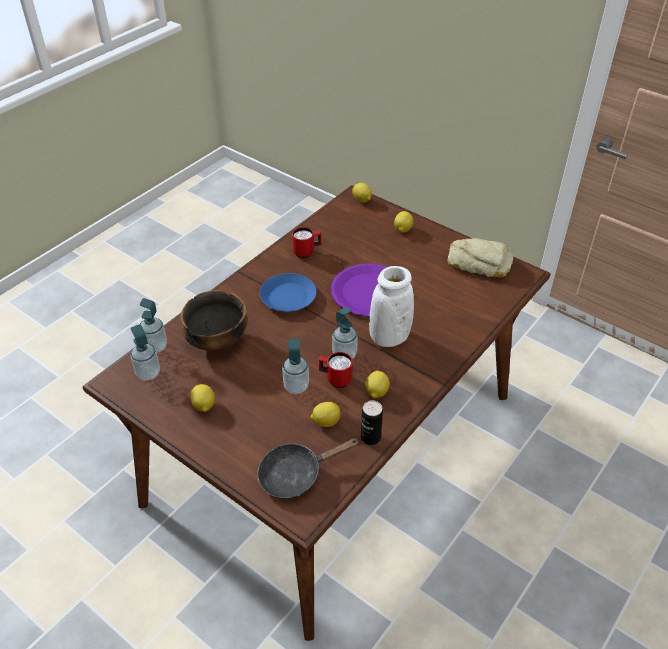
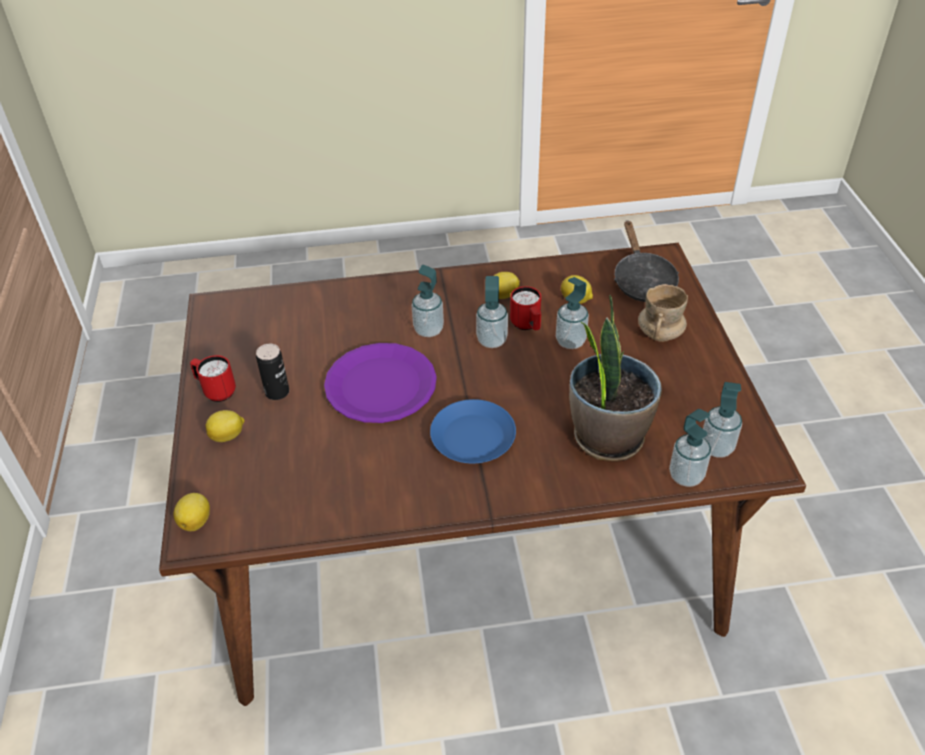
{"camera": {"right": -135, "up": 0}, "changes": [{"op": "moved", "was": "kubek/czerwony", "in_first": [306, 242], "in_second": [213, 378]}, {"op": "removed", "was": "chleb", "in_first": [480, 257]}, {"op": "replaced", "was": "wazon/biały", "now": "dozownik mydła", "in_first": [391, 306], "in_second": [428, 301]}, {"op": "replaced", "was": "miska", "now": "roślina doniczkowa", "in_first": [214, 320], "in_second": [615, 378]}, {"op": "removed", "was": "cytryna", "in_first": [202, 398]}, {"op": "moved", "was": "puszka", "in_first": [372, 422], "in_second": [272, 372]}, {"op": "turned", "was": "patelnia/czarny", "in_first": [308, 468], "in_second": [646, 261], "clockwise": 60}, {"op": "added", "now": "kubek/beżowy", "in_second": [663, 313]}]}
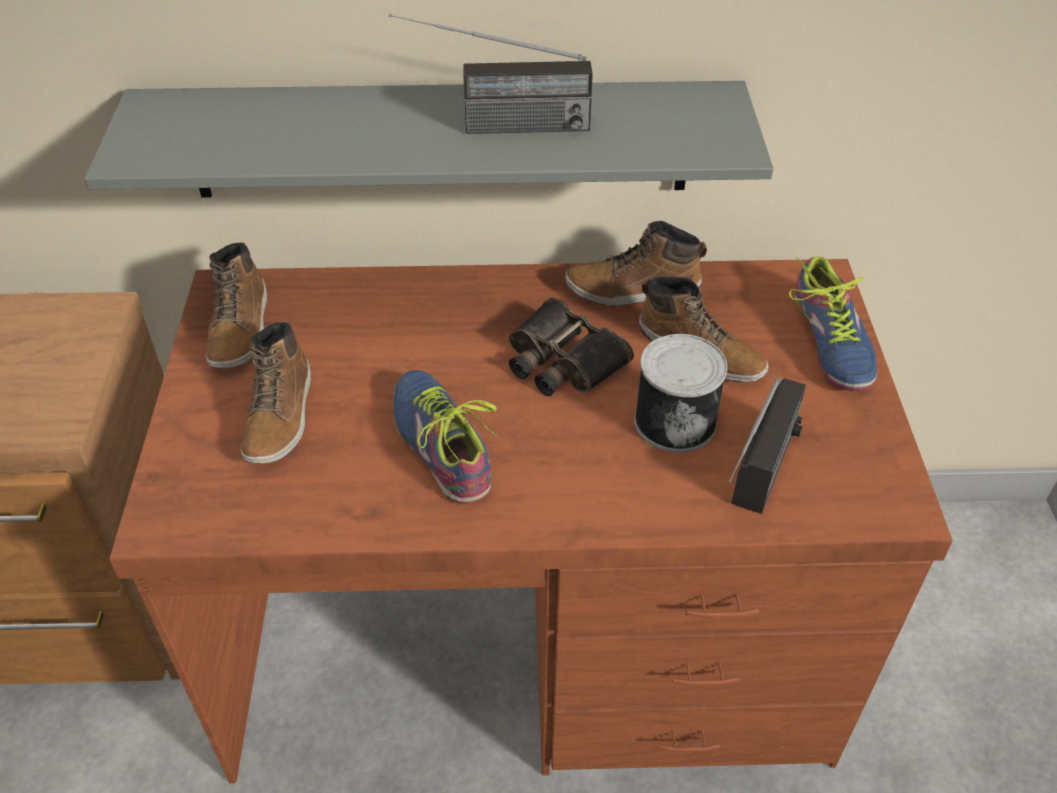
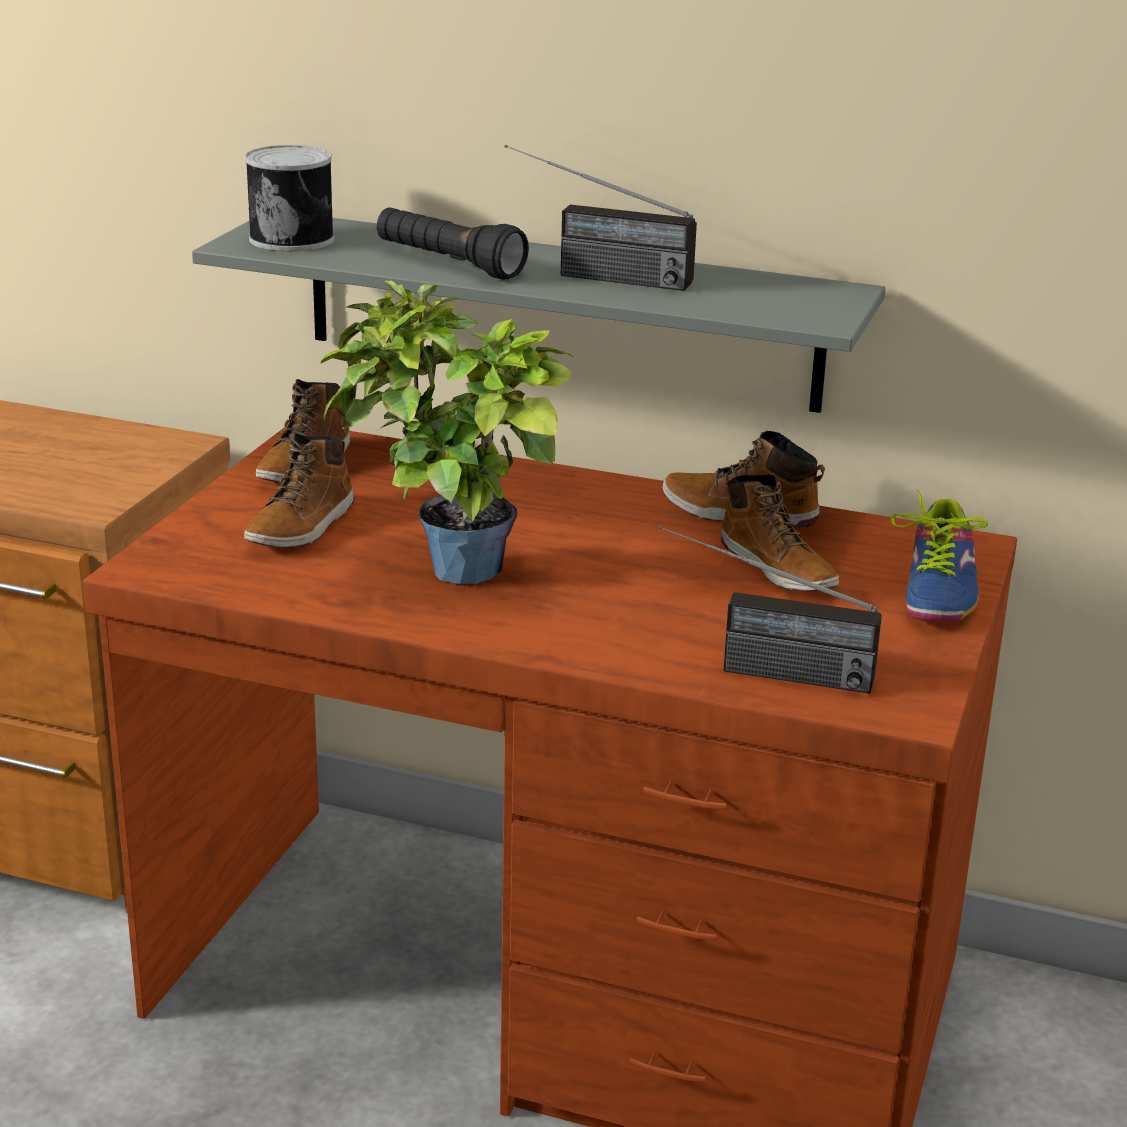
{"camera": {"right": 20, "up": -20}, "changes": [{"op": "removed", "was": "lornetka", "in_first": [571, 347]}, {"op": "moved", "was": "puszka", "in_first": [680, 393], "in_second": [289, 198]}, {"op": "replaced", "was": "but", "now": "roślina doniczkowa", "in_first": [445, 437], "in_second": [447, 432]}, {"op": "turned", "was": "radio", "in_first": [767, 446], "in_second": [770, 609], "clockwise": 60}, {"op": "added", "now": "latarka/czarny", "in_second": [453, 244]}]}
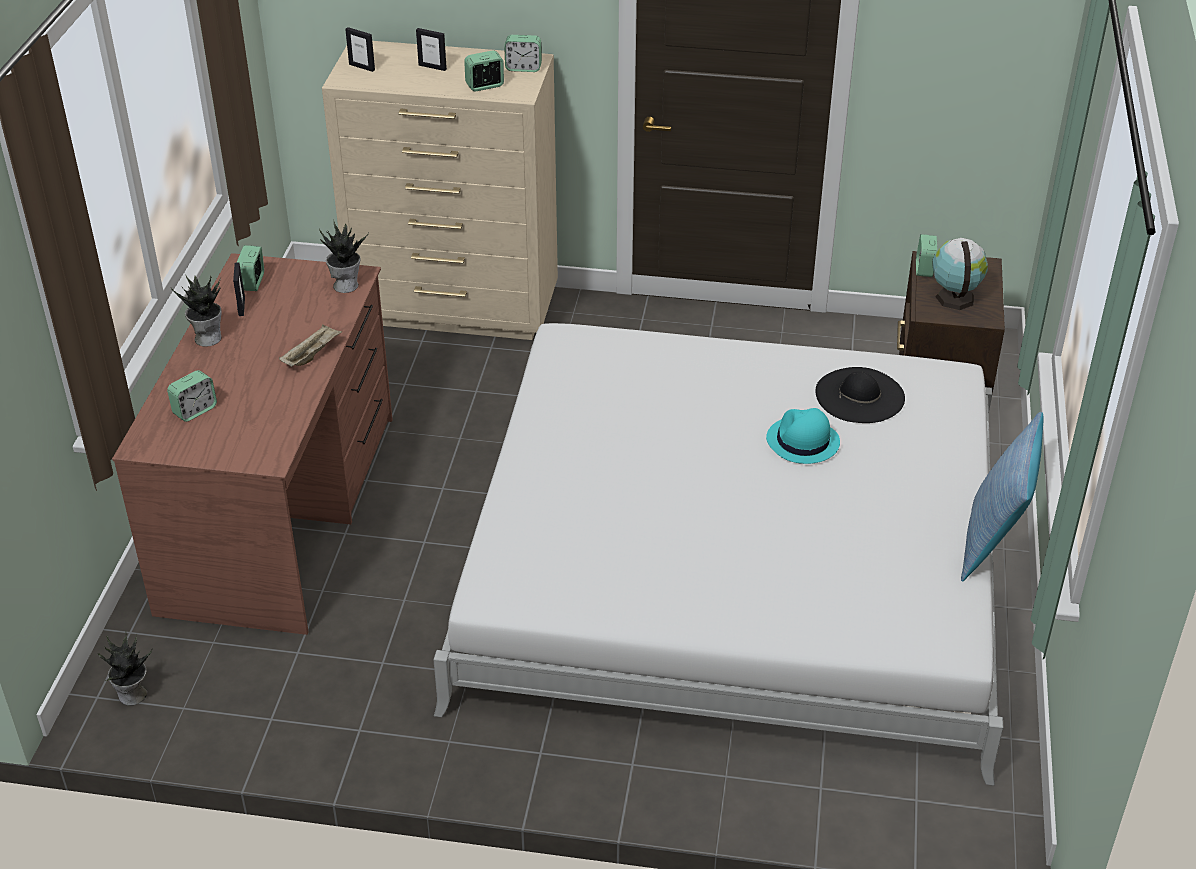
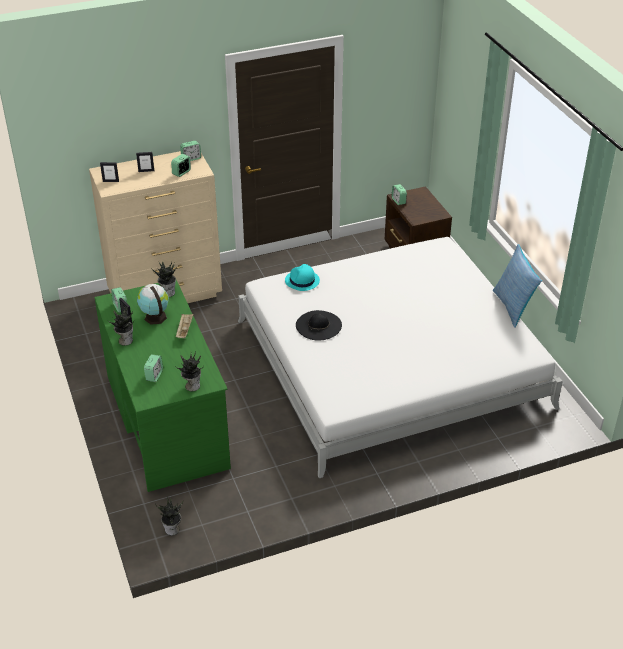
{"camera": {"right": -30, "up": 0}, "changes": [{"op": "moved", "was": "globus", "in_first": [960, 274], "in_second": [153, 304]}, {"op": "recoloured", "was": "biurko/brązowy", "now": "biurko/zielony", "in_first": [252, 444], "in_second": [162, 386]}, {"op": "moved", "was": "kapelusz/czarny", "in_first": [860, 395], "in_second": [319, 325]}, {"op": "moved", "was": "kapelusz/turkusowy", "in_first": [803, 436], "in_second": [302, 277]}, {"op": "added", "now": "roślina doniczkowa", "in_second": [189, 371]}]}
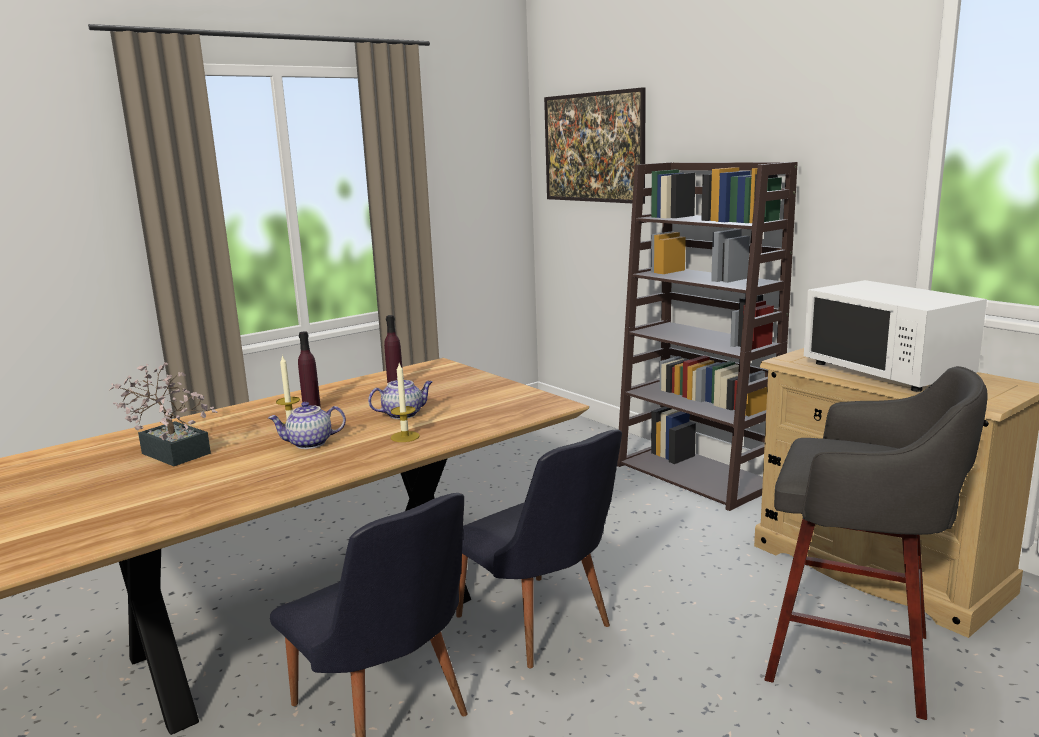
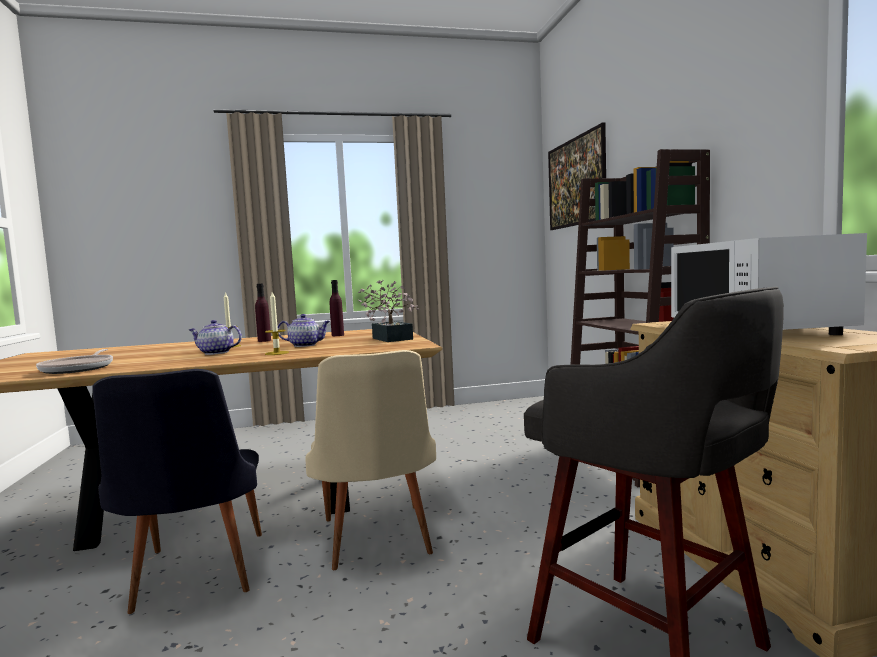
{"camera": {"right": 25, "up": -10}, "changes": [{"op": "moved", "was": "roślina doniczkowa", "in_first": [163, 414], "in_second": [389, 310]}, {"op": "recoloured", "was": "krzesło/czarny", "now": "krzesło/beżowy", "in_first": [539, 548], "in_second": [370, 460]}, {"op": "added", "now": "patelnia", "in_second": [74, 361]}]}
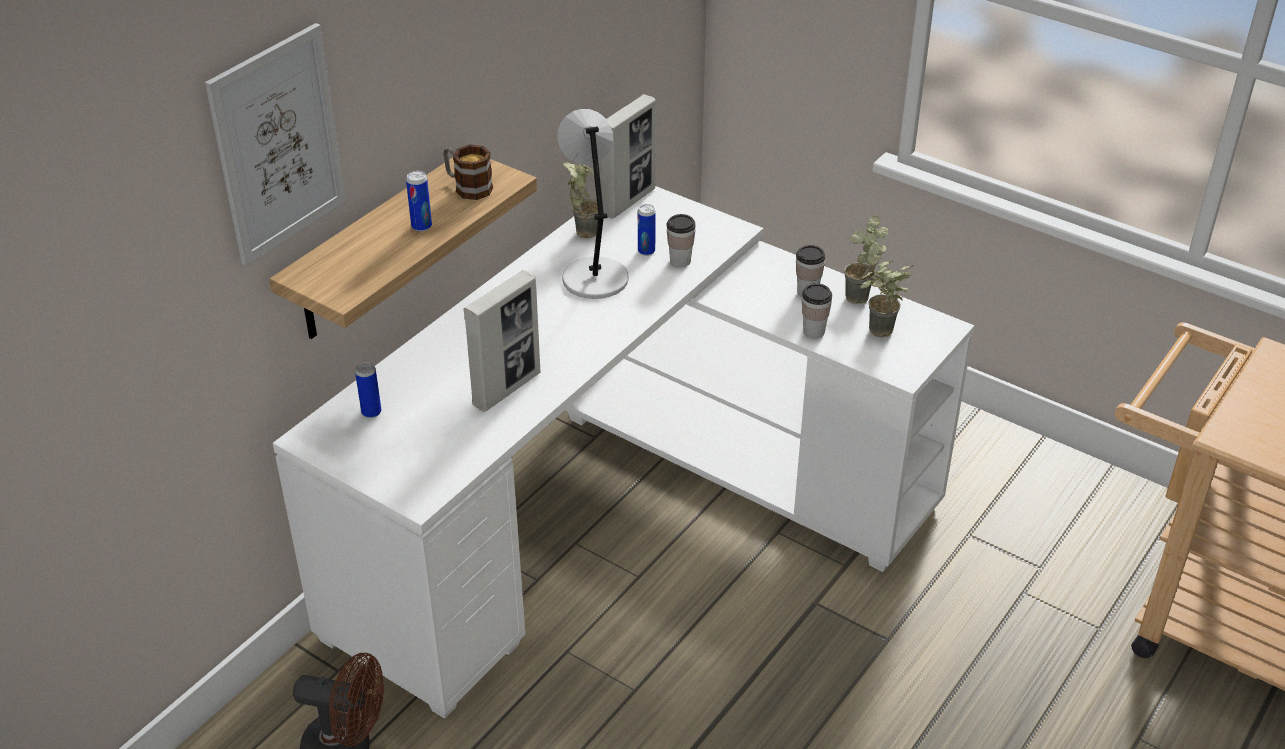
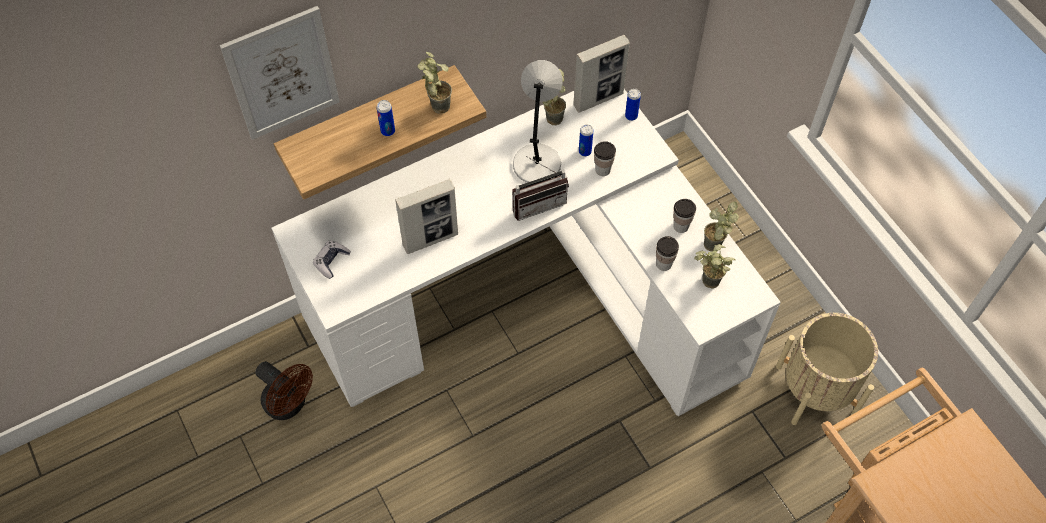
{"camera": {"right": 25, "up": 20}, "changes": [{"op": "replaced", "was": "kubek", "now": "roślina doniczkowa", "in_first": [468, 172], "in_second": [435, 83]}, {"op": "moved", "was": "puszka", "in_first": [368, 390], "in_second": [633, 104]}, {"op": "added", "now": "radio", "in_second": [541, 188]}, {"op": "added", "now": "pad do gier", "in_second": [332, 260]}, {"op": "added", "now": "donica/beżowy", "in_second": [827, 369]}]}
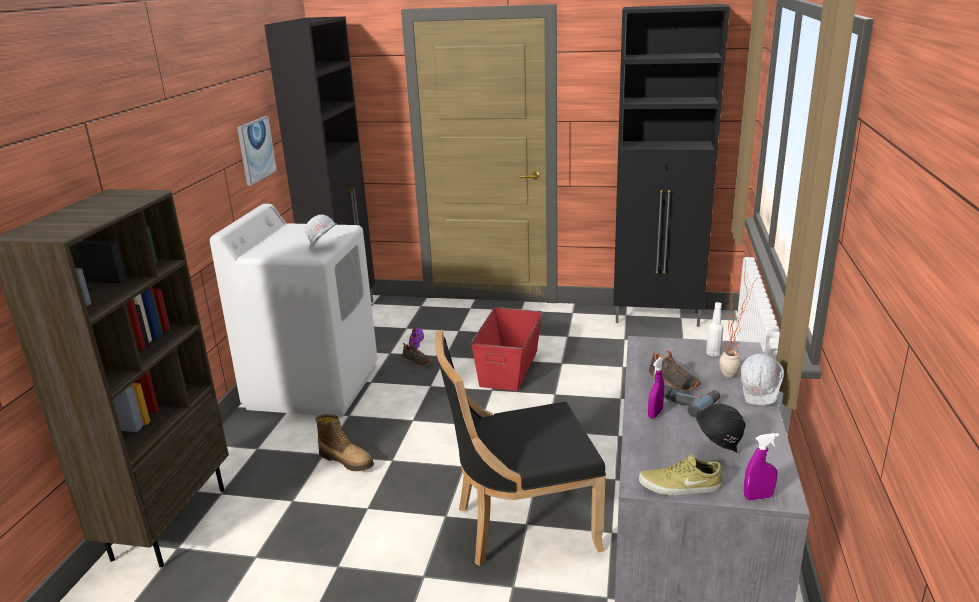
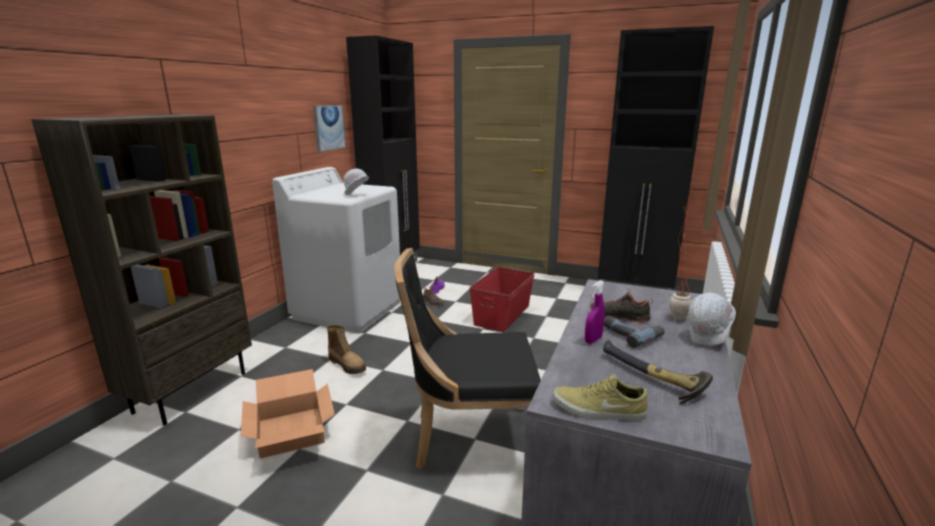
{"camera": {"right": 10, "up": -5}, "changes": [{"op": "removed", "was": "butelka/biały", "in_first": [714, 329]}, {"op": "turned", "was": "but/czarny", "in_first": [675, 370], "in_second": [621, 305], "clockwise": 135}, {"op": "replaced", "was": "kask/czarny", "now": "młotek", "in_first": [721, 428], "in_second": [658, 372]}, {"op": "removed", "was": "spryskiwacz/fioletowy", "in_first": [761, 466]}, {"op": "added", "now": "karton", "in_second": [288, 414]}]}
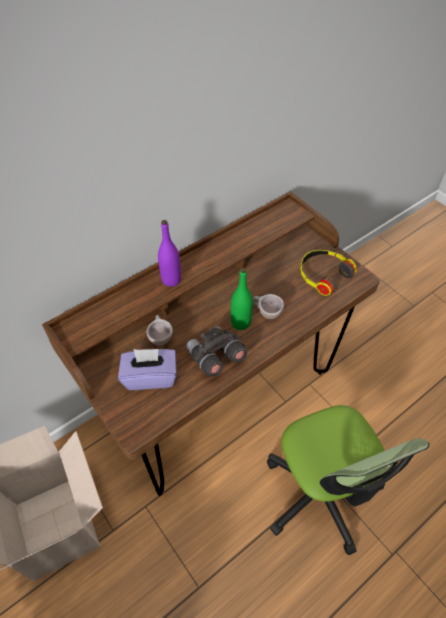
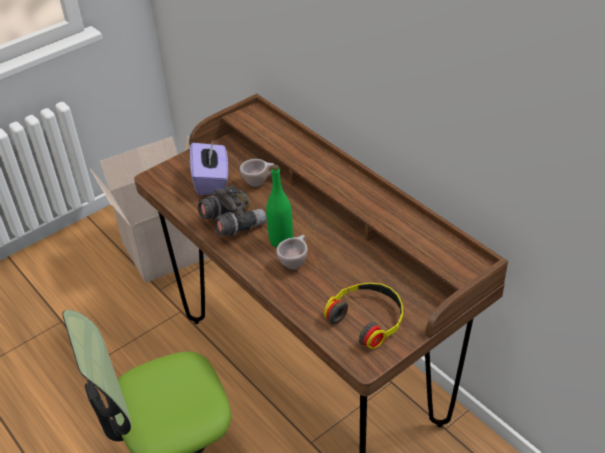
{"camera": {"right": 90, "up": -10}, "changes": [{"op": "removed", "was": "butelka/fioletowy", "in_first": [169, 253]}]}
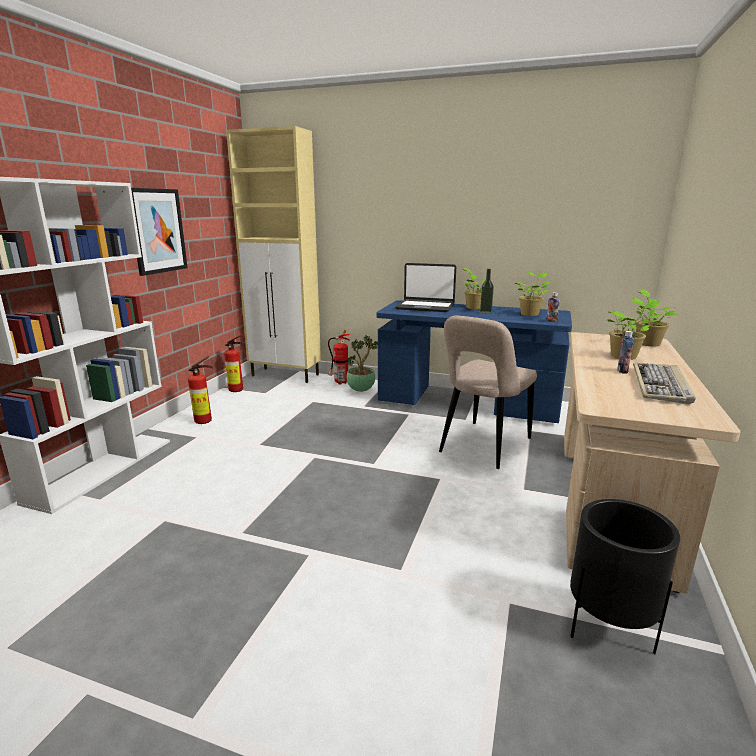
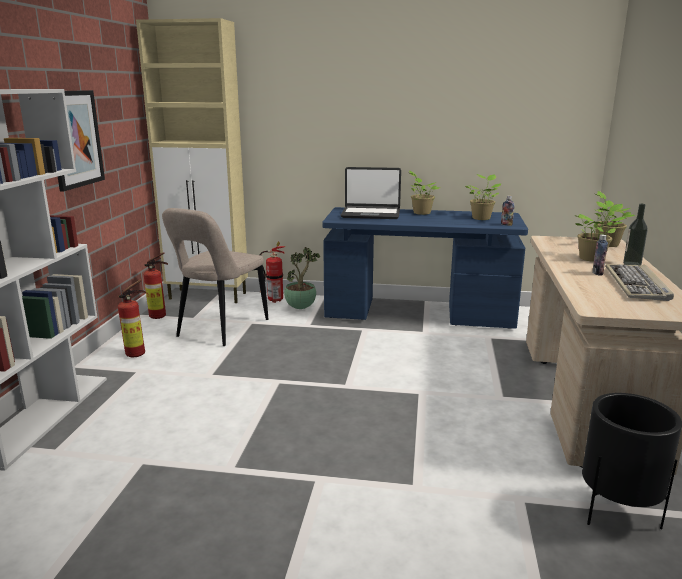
{"camera": {"right": -10, "up": 0}, "changes": [{"op": "moved", "was": "butelka", "in_first": [487, 291], "in_second": [635, 235]}, {"op": "moved", "was": "krzesło/beżowy", "in_first": [488, 392], "in_second": [215, 277]}]}
